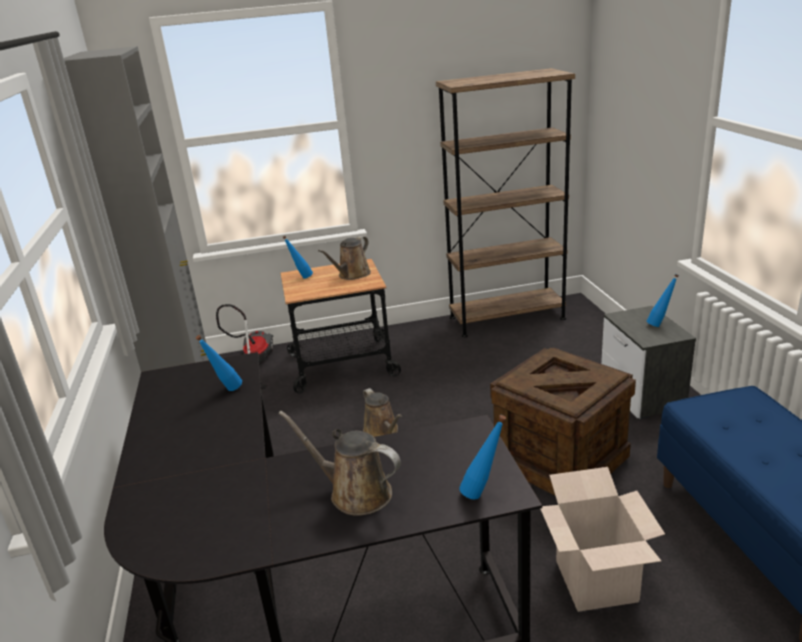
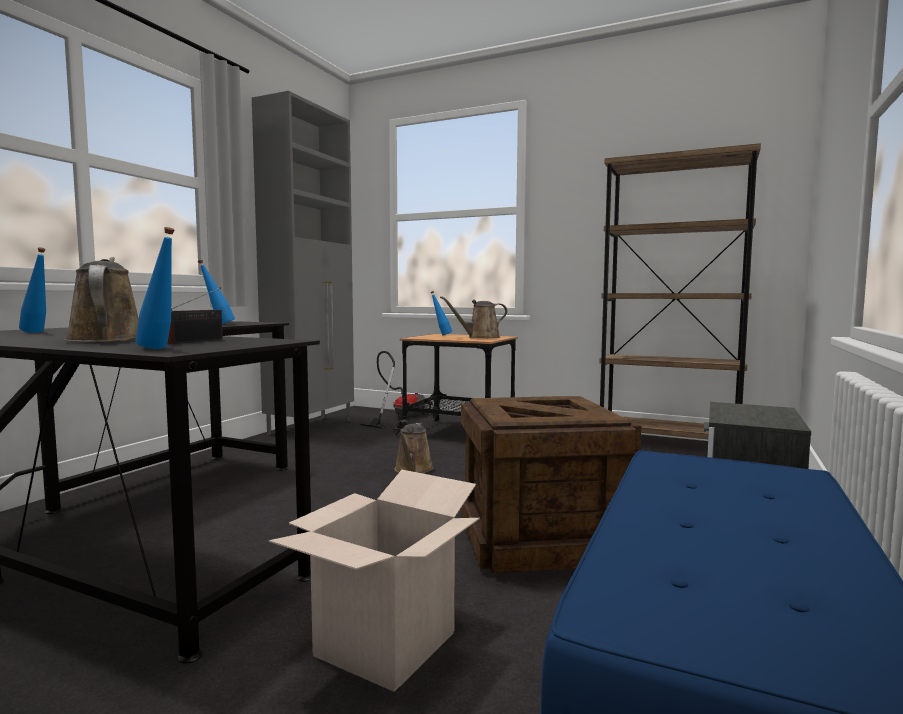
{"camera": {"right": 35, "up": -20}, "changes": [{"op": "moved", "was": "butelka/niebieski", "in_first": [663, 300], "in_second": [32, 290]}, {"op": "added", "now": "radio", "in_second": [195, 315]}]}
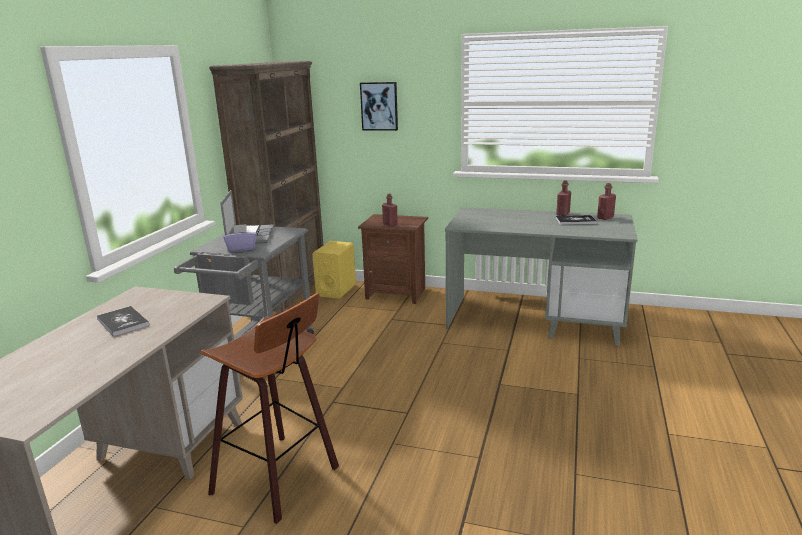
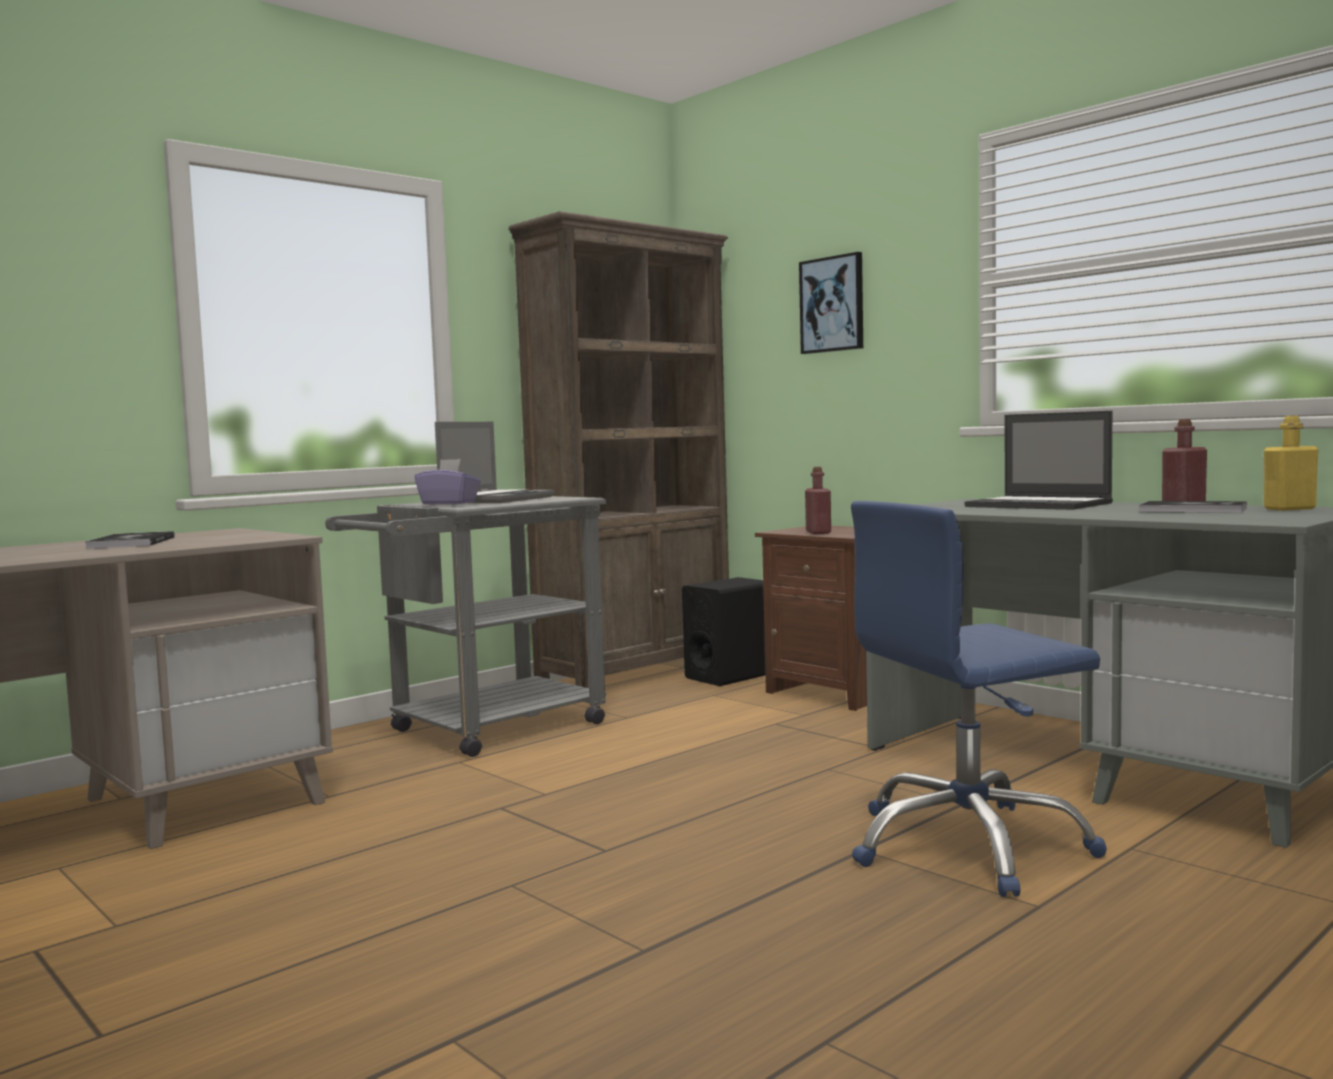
{"camera": {"right": 30, "up": -15}, "changes": [{"op": "recoloured", "was": "butelka/czerwony", "now": "butelka/żółty", "in_first": [606, 201], "in_second": [1291, 463]}, {"op": "recoloured", "was": "głośnik/żółty", "now": "głośnik/czarny", "in_first": [334, 270], "in_second": [723, 631]}, {"op": "removed", "was": "stołek", "in_first": [270, 408]}, {"op": "added", "now": "laptop", "in_second": [1038, 460]}, {"op": "added", "now": "krzesło biurowe/niebieski", "in_second": [979, 699]}]}
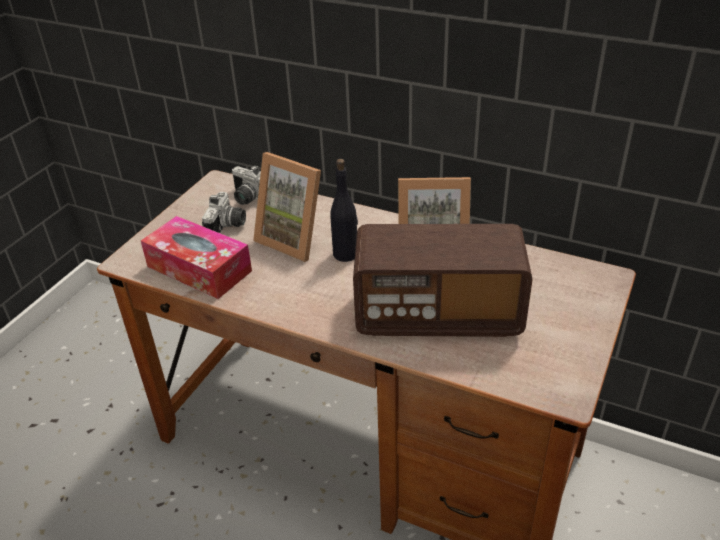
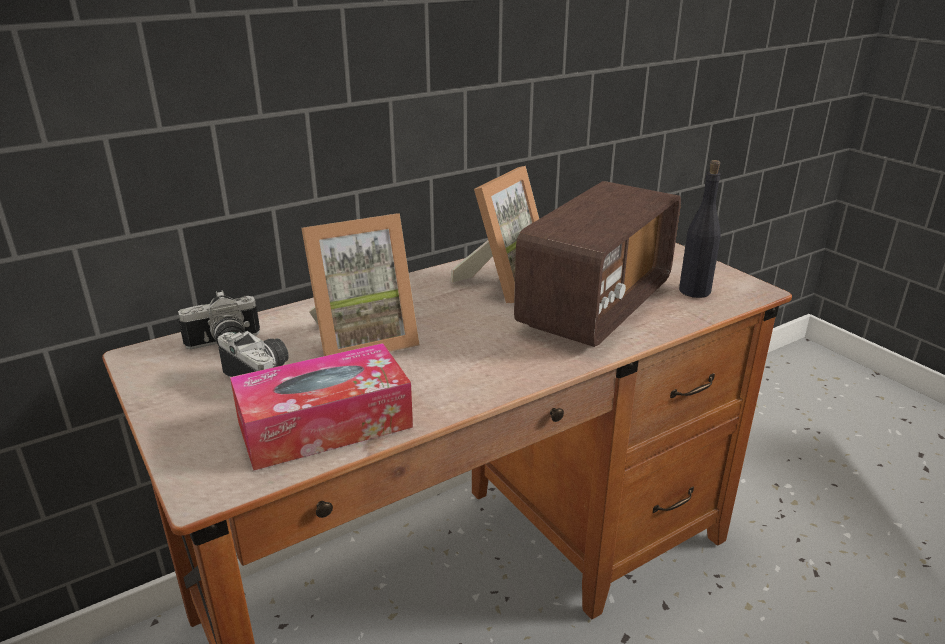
{"camera": {"right": -60, "up": -10}, "changes": [{"op": "moved", "was": "butelka/czarny", "in_first": [344, 210], "in_second": [700, 229]}]}
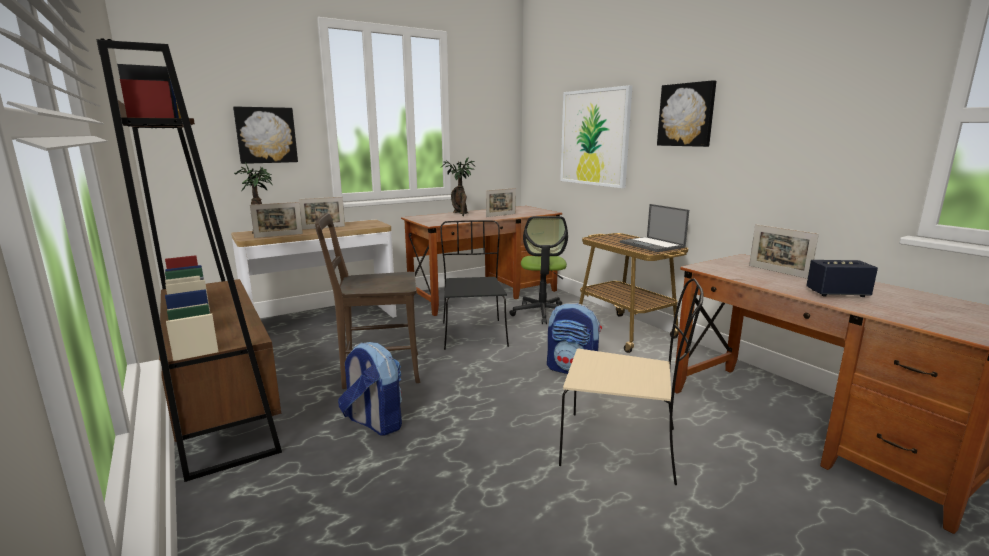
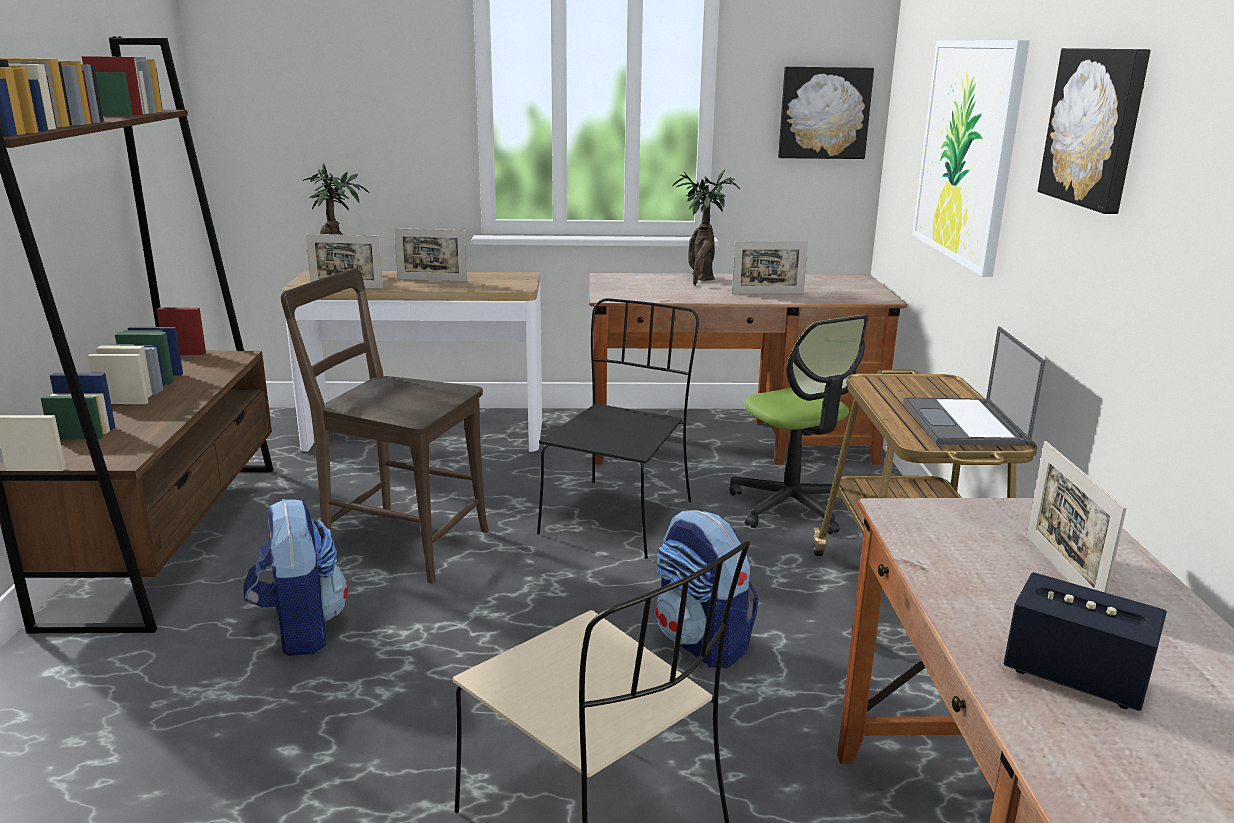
{"camera": {"right": 30, "up": 5}, "changes": [{"op": "moved", "was": "obraz", "in_first": [265, 135], "in_second": [826, 112]}, {"op": "turned", "was": "krzesło biurowe", "in_first": [538, 270], "in_second": [798, 424], "clockwise": -60}]}
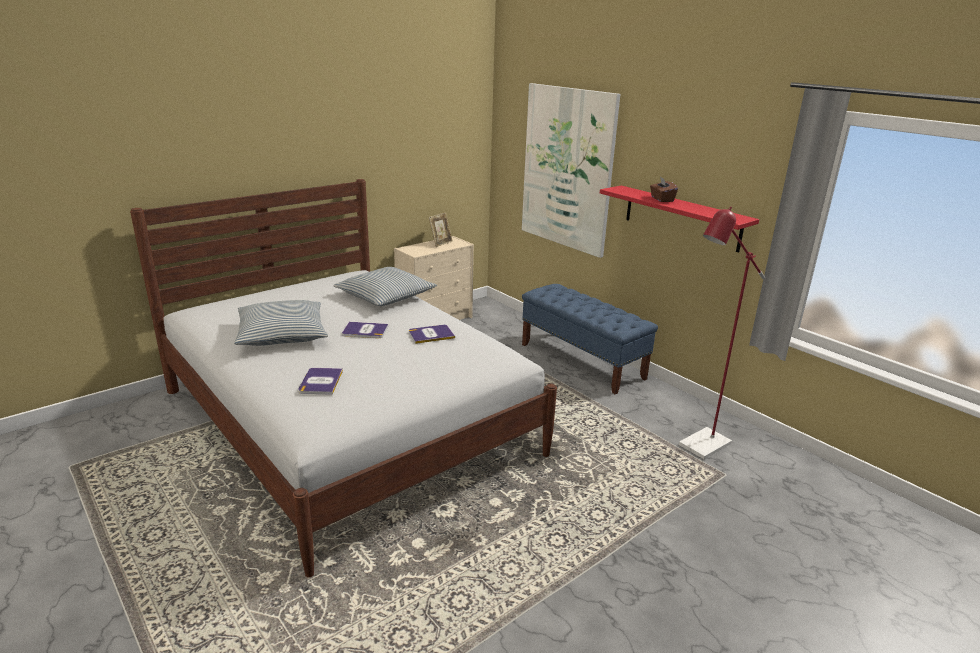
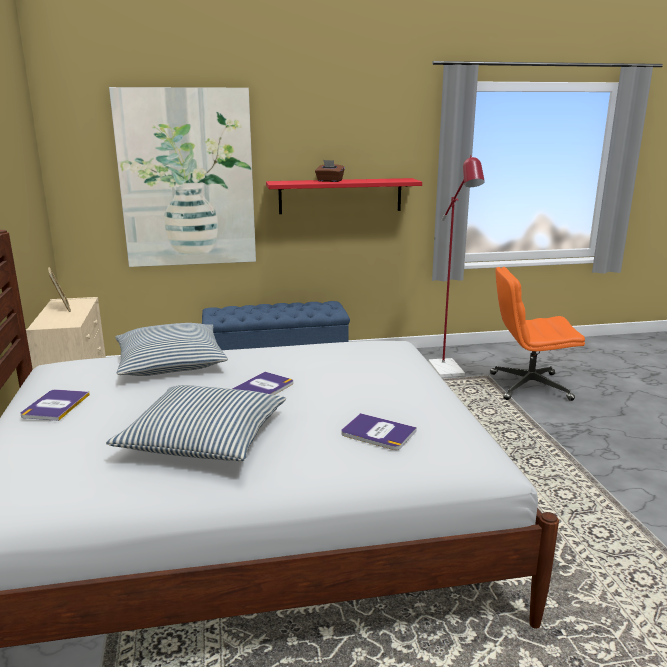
{"camera": {"right": -60, "up": -5}, "changes": [{"op": "moved", "was": "książka", "in_first": [432, 334], "in_second": [55, 405]}, {"op": "added", "now": "krzesło biurowe/pomarańczowy", "in_second": [537, 334]}]}
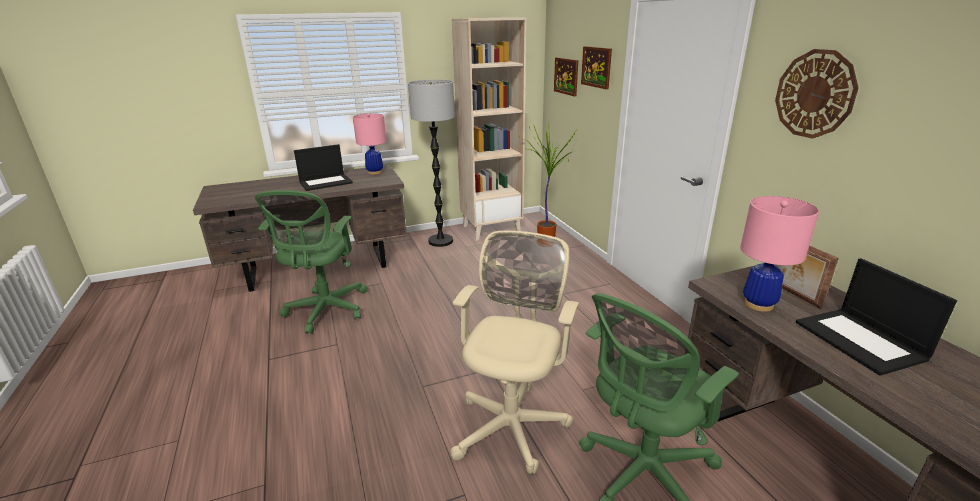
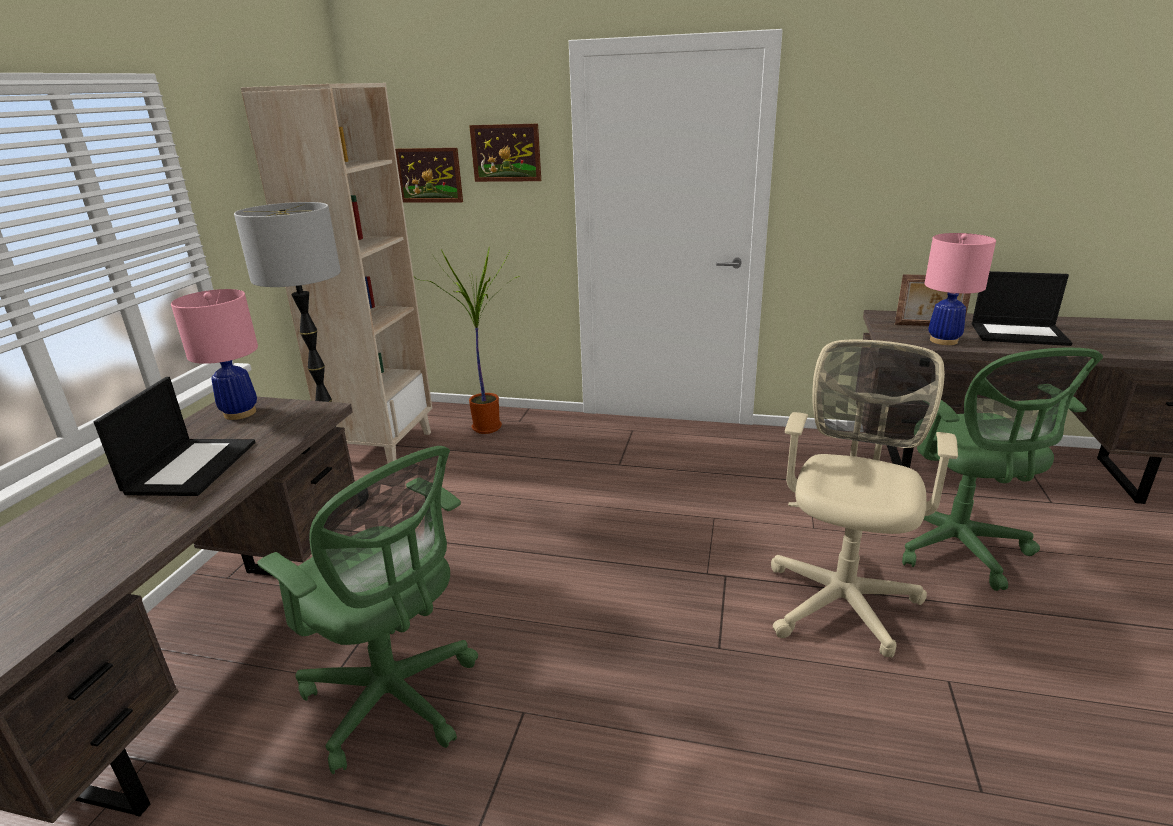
{"camera": {"right": -55, "up": 0}, "changes": [{"op": "removed", "was": "zegar ścienny", "in_first": [817, 94]}, {"op": "turned", "was": "krzesło biurowe/beżowy", "in_first": [515, 352], "in_second": [864, 498], "clockwise": 60}]}
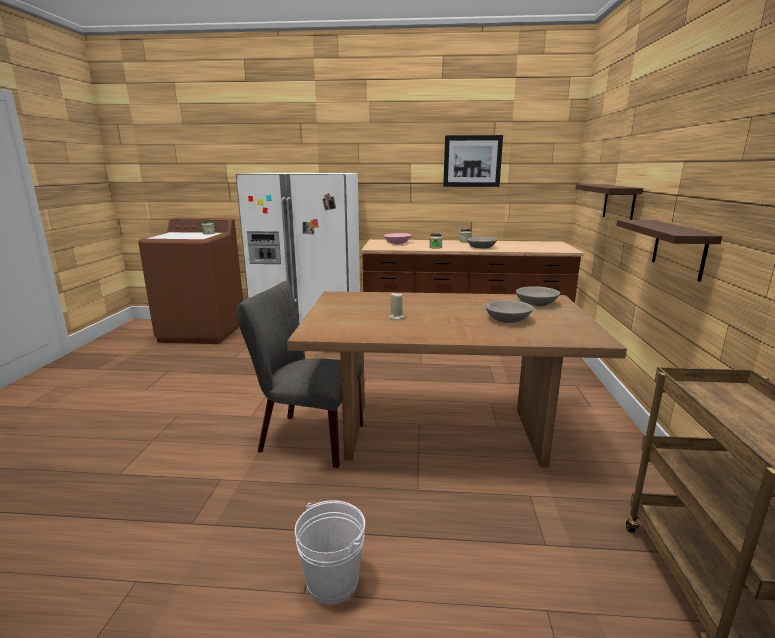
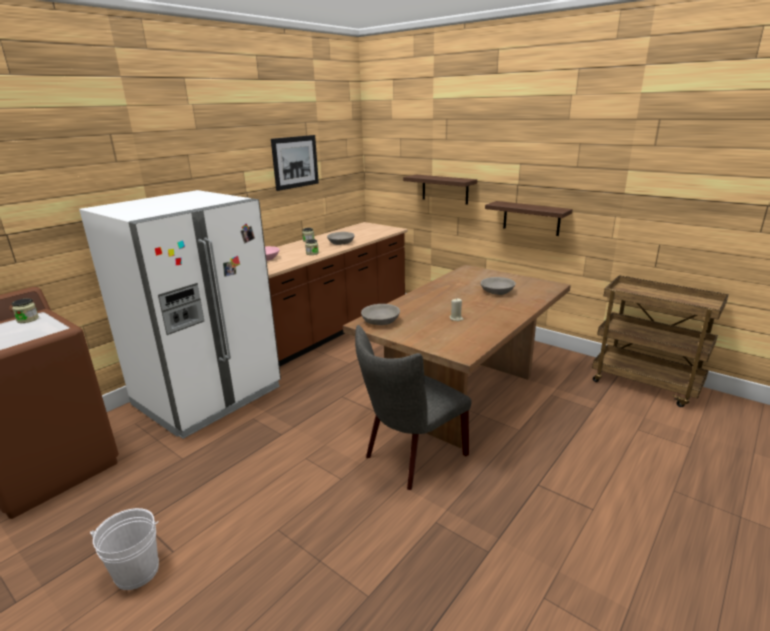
{"camera": {"right": -55, "up": 5}, "changes": [{"op": "moved", "was": "miska/szary", "in_first": [538, 296], "in_second": [380, 314]}, {"op": "moved", "was": "wiadro/biały", "in_first": [330, 552], "in_second": [124, 549]}]}
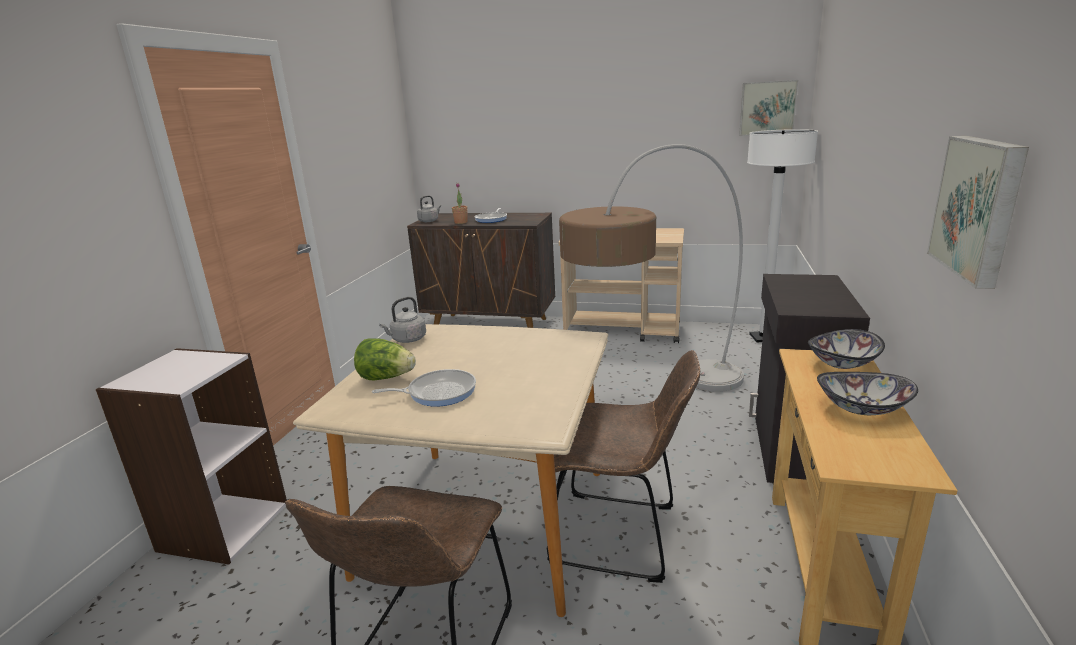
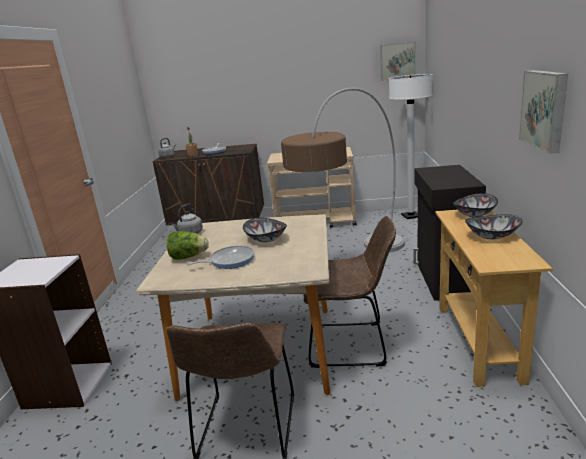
{"camera": {"right": -10, "up": 0}, "changes": [{"op": "added", "now": "miska", "in_second": [265, 230]}]}
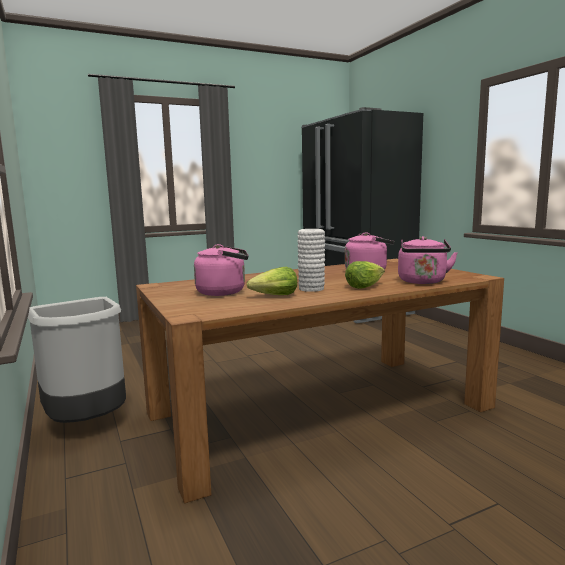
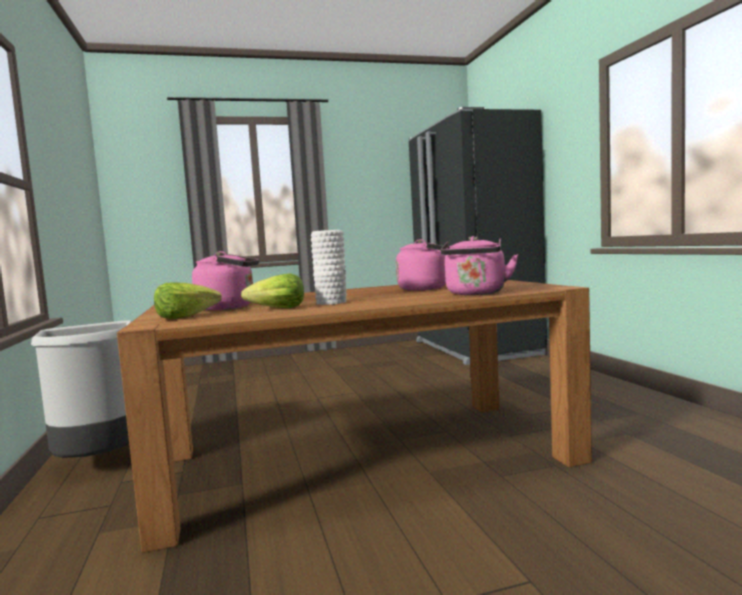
{"camera": {"right": 10, "up": -5}, "changes": [{"op": "moved", "was": "sałata", "in_first": [365, 275], "in_second": [188, 300]}]}
